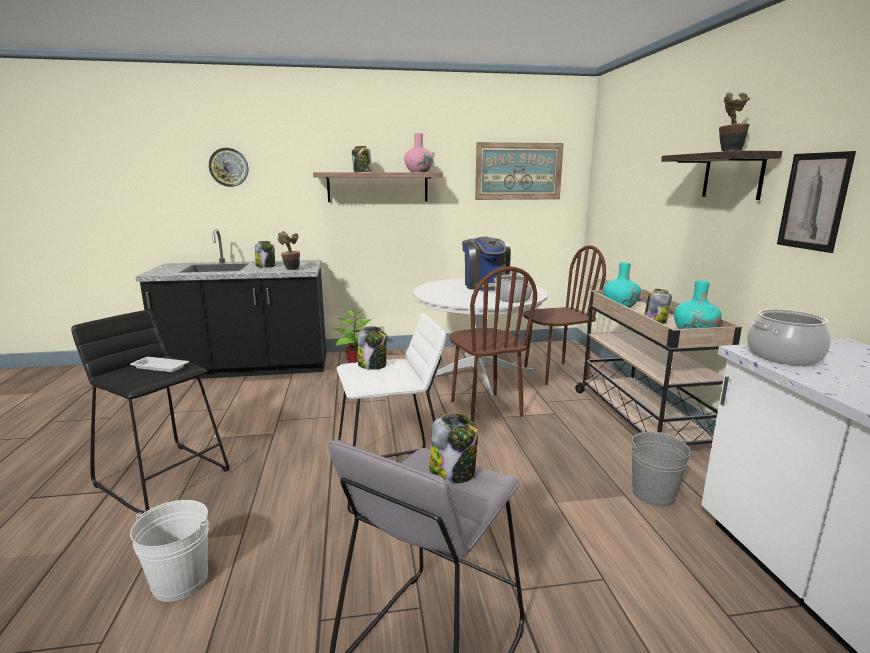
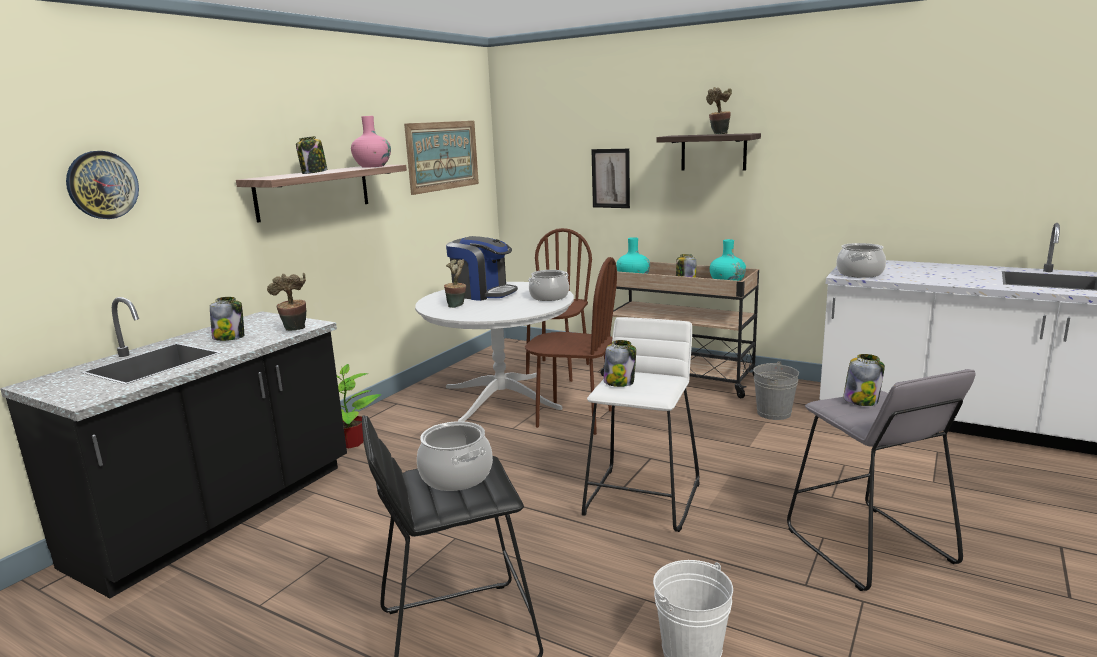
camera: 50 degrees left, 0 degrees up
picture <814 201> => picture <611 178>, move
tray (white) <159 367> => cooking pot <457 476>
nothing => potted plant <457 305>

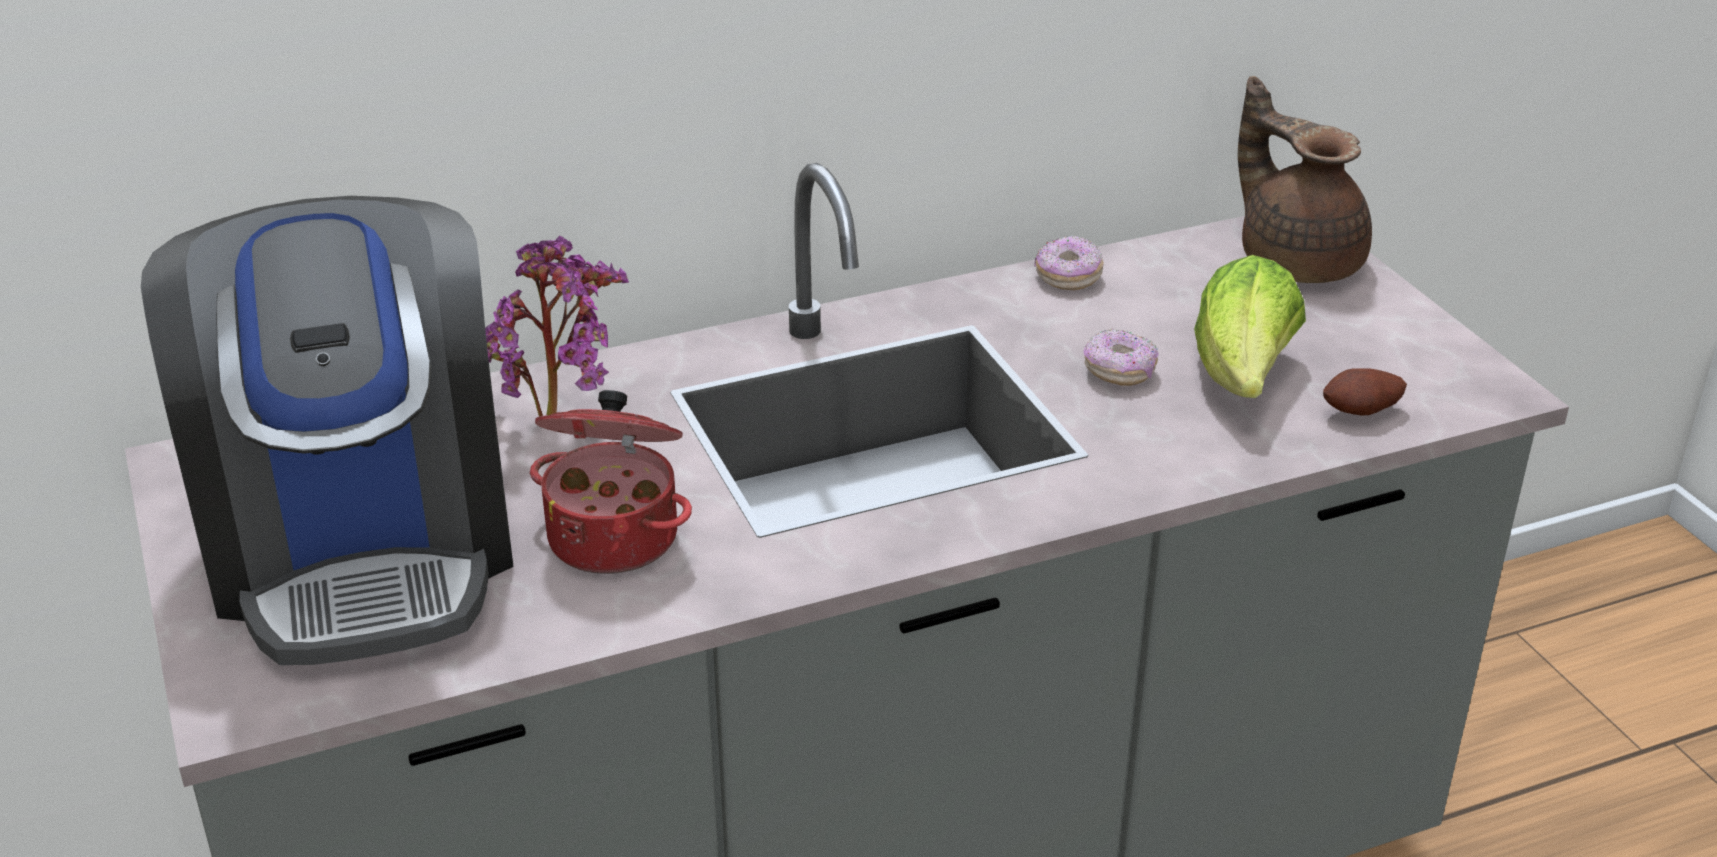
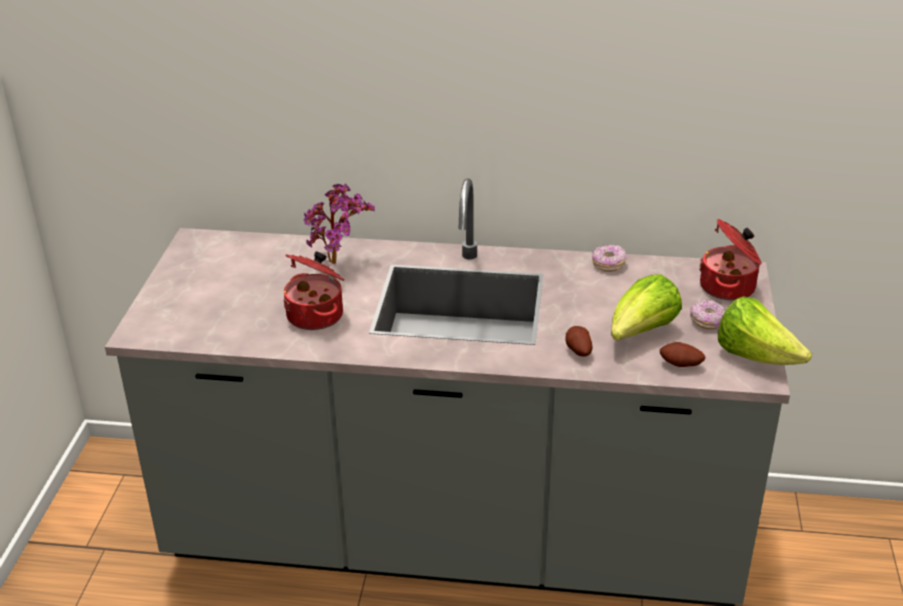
camera: 30 degrees right, 0 degrees up
teapot (brown) <1297 259> => cooking pot <729 287>
coffee machine <363 545> => nothing
donut <1119 372> => donut <707 322>, move
nothing => lettuce <756 356>
nothing => potato <577 351>

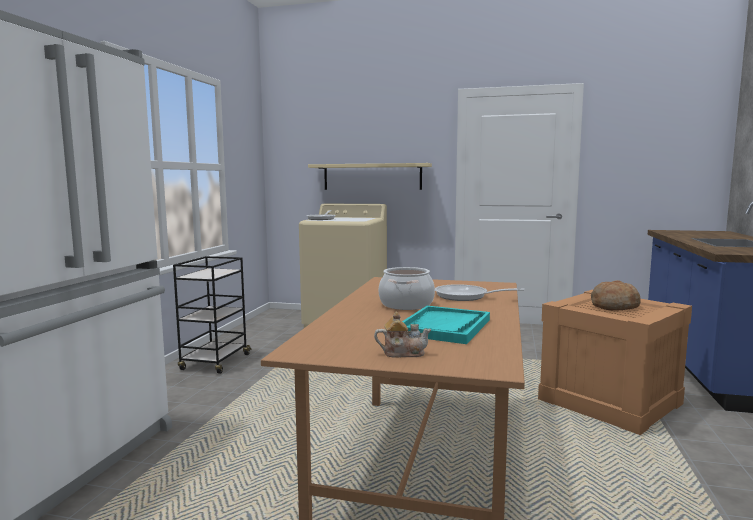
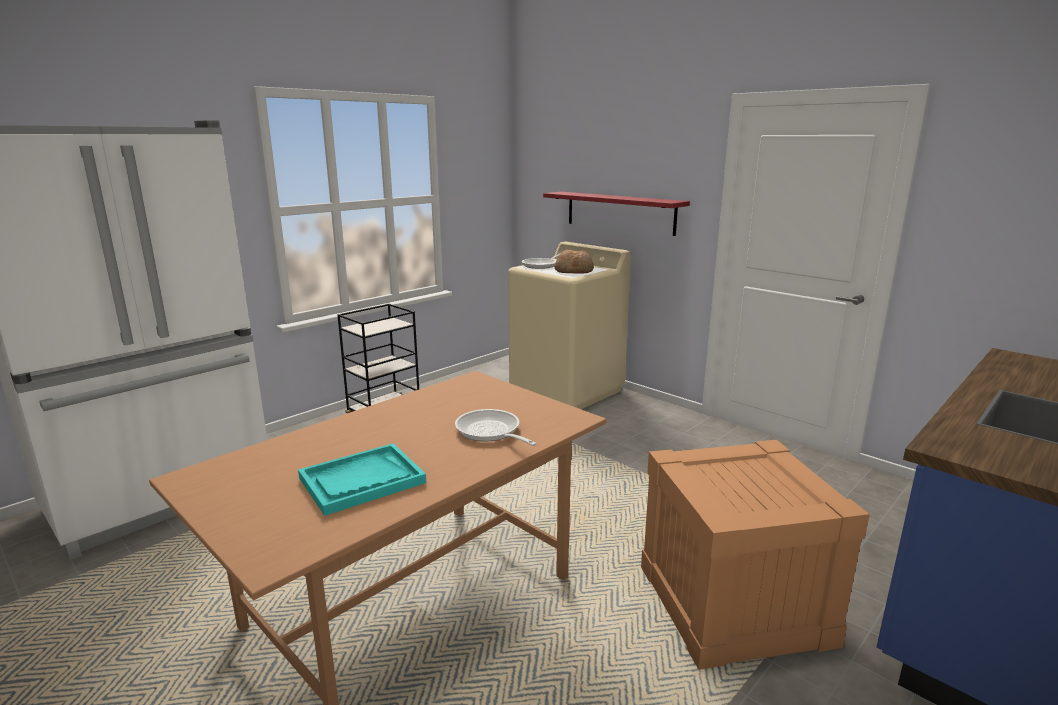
camera: 30 degrees right, 10 degrees up
shelf (beige) <372 176> => shelf (red) <619 212>
cooking pot <406 304> => nothing
bread <614 306> => bread <574 271>, move
teapot <402 353> => nothing

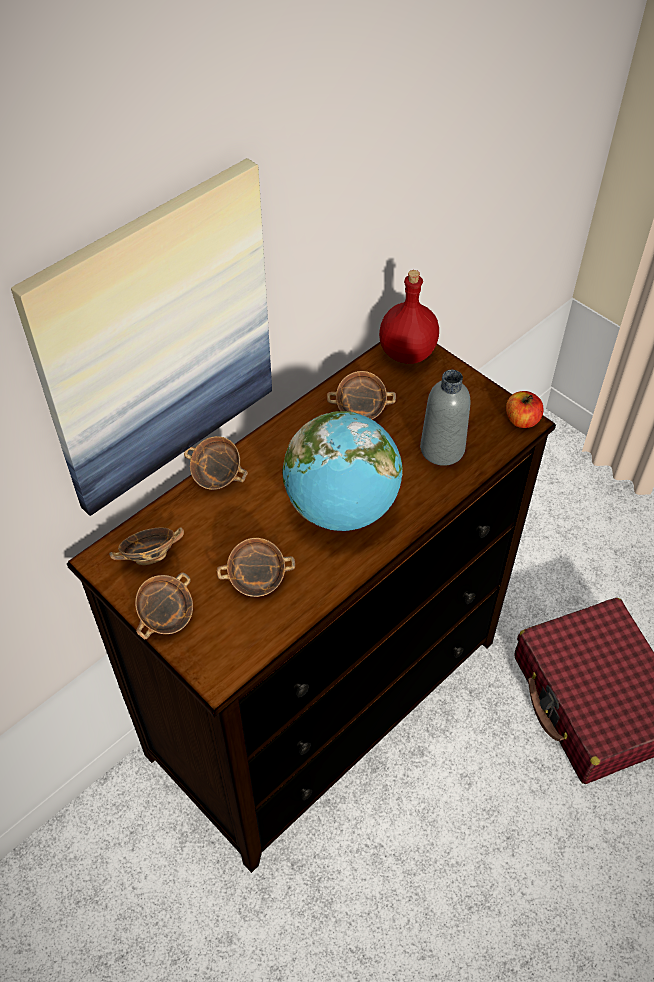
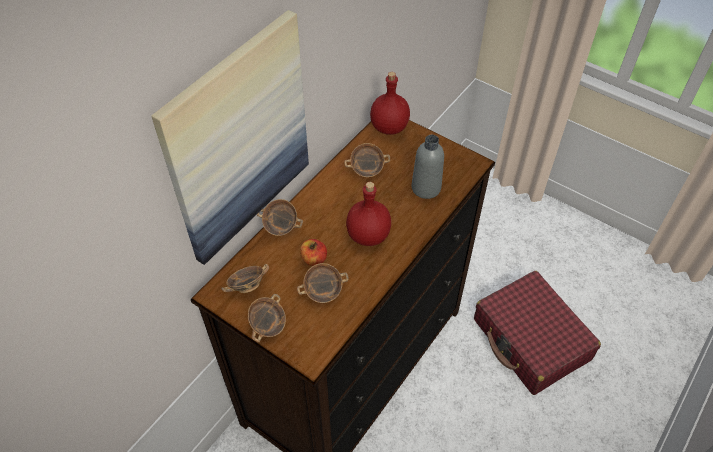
camera: 10 degrees left, 0 degrees up
apple <522 420> => apple <314 259>, move
globe <342 508> => bottle (red) <369 236>

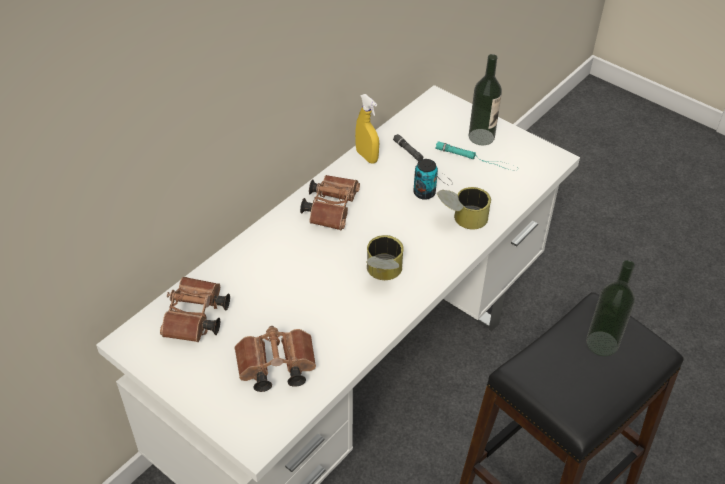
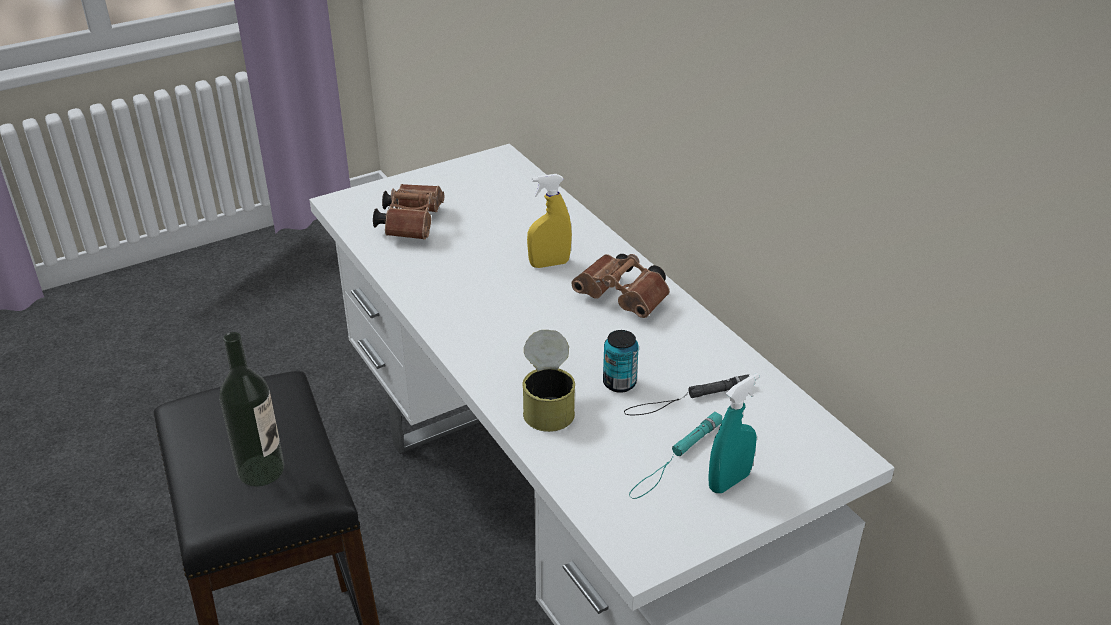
camera: 110 degrees right, 10 degrees down
bottle <481 137> => spray bottle (turquoise) <729 481>
spray bottle (yellow) <367 156> => spray bottle (yellow) <549 264>, move
can <383 275> => nothing
binoculars (brown) <196 320> => nothing

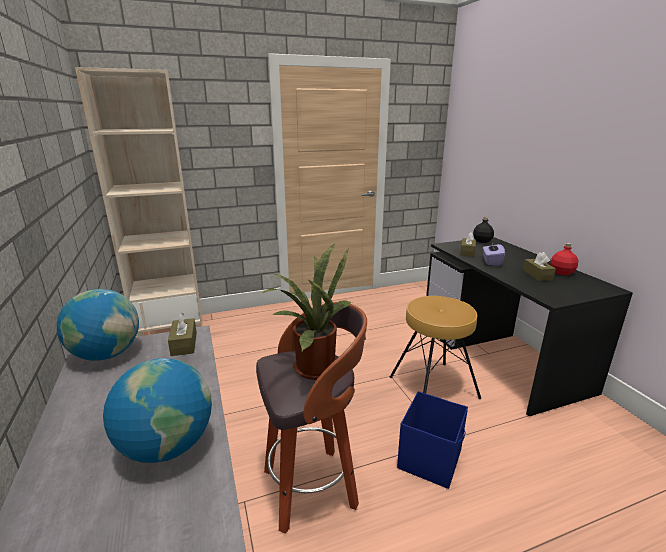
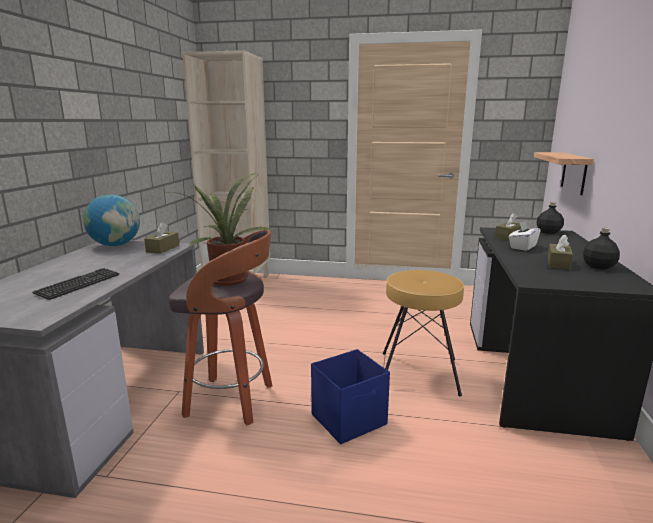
camera: 30 degrees right, 5 degrees down
tissue box (purple) <491 261> => tissue box (white) <522 247>
bottle (red) <561 272> => bottle (black) <598 266>
globe <167 446> => keyboard <78 285>
nothing => shelf <574 173>

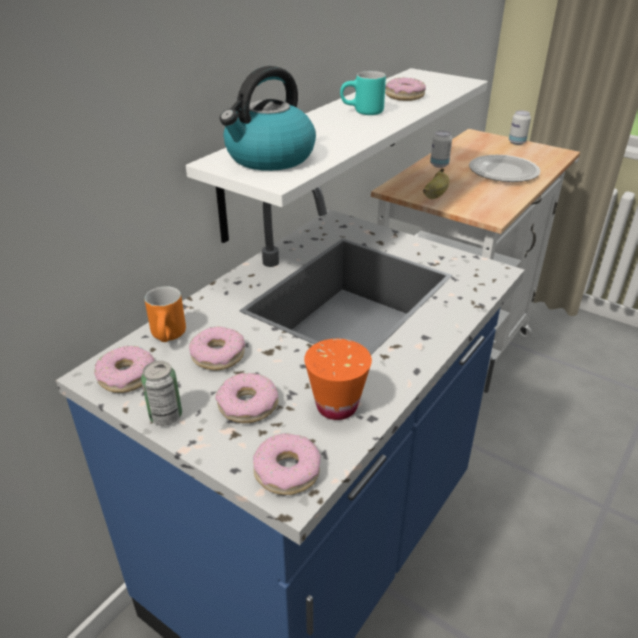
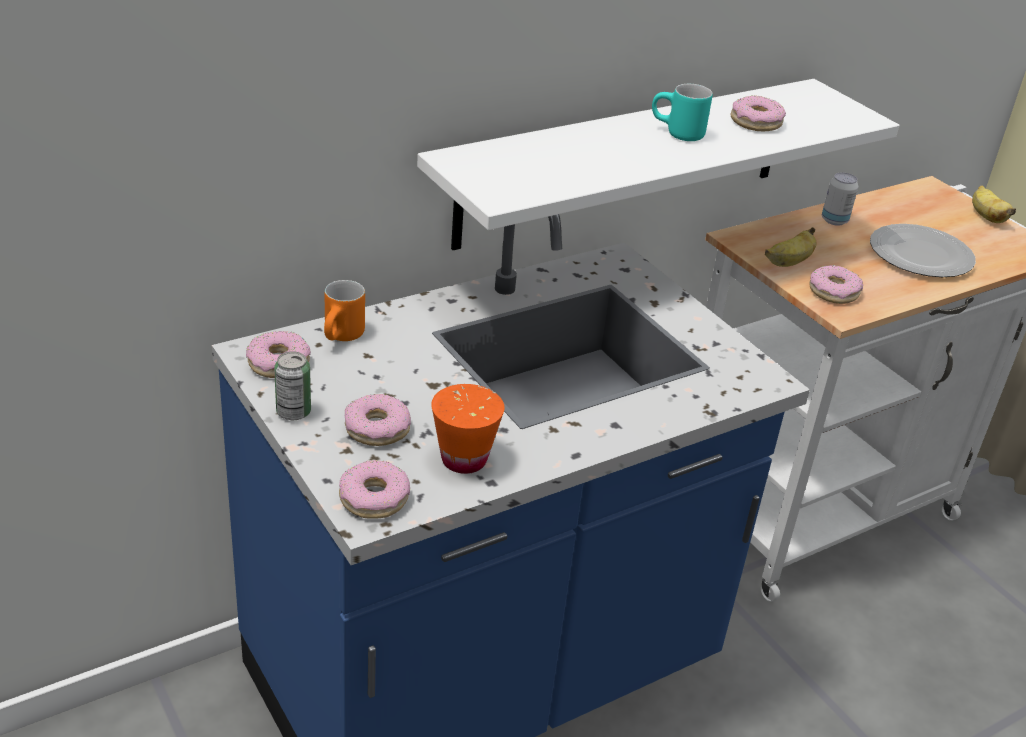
camera: 20 degrees right, 0 degrees up
kettle <269 158> => nothing
can <517 142> => banana <986 216>
donut <218 355> => donut <833 292>, move

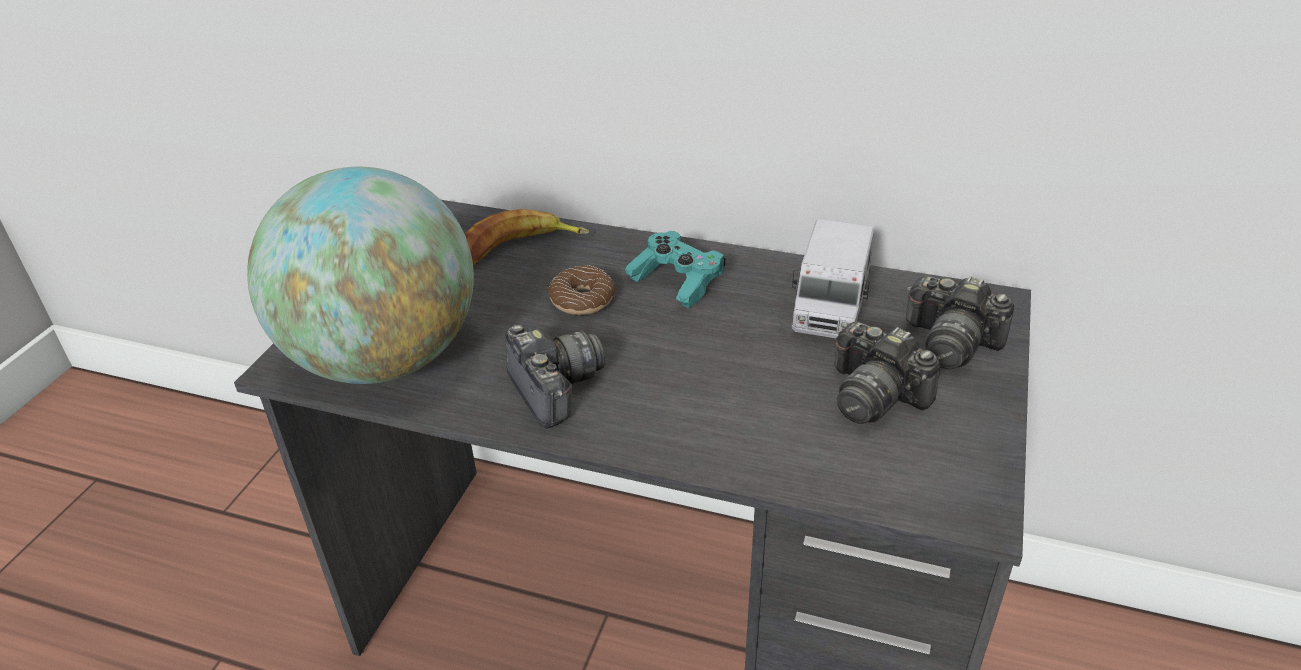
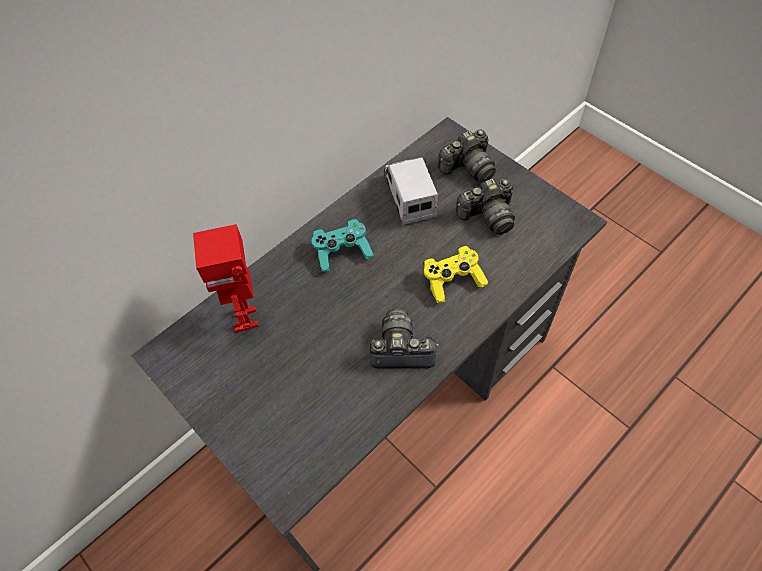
camera: 60 degrees left, 20 degrees up
globe <384 359> => nothing
banana <518 249> => toy robot <248 318>
toy truck <830 306> => toy truck <410 197>, 150 degrees counterclockwise
donut <582 300> => nothing
nothing => game controller (yellow) <453 280>

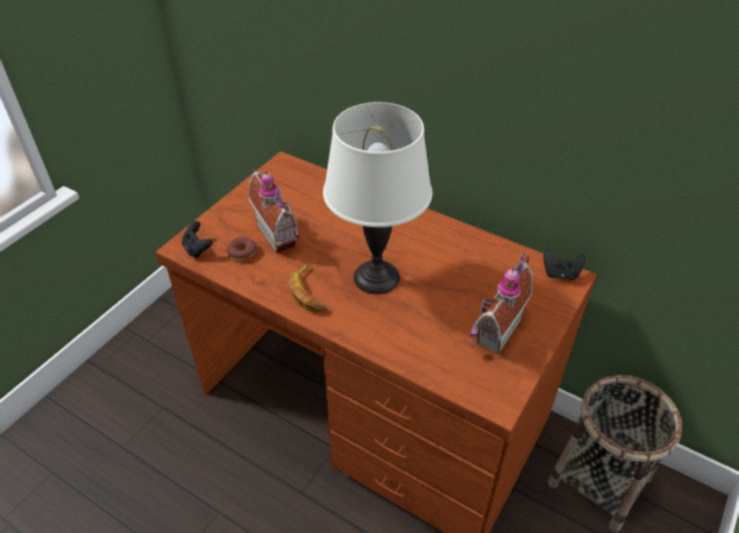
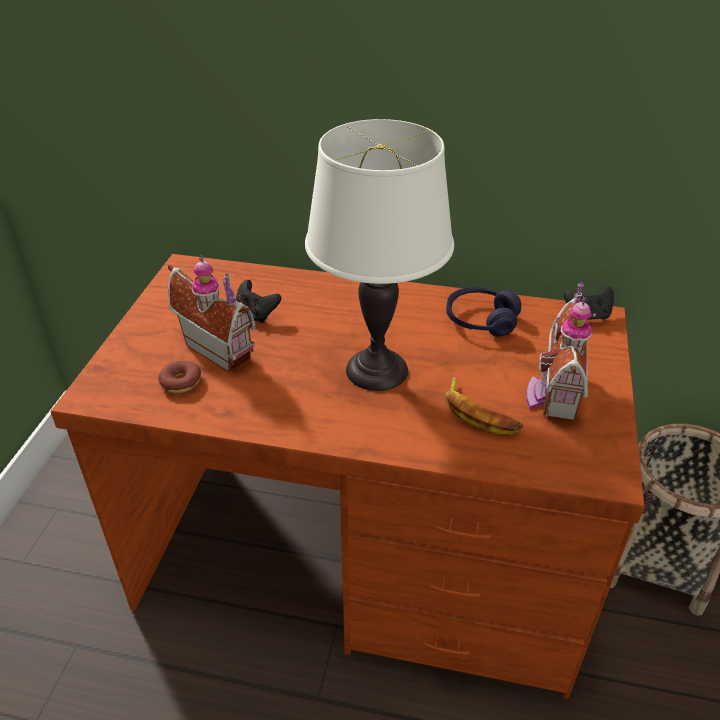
camera: 20 degrees left, 5 degrees down
game controller (black) <197 249> => game controller (black) <256 314>, move
banana <308 292> => banana <479 413>, move
nothing => headphones (purple) <481 320>

